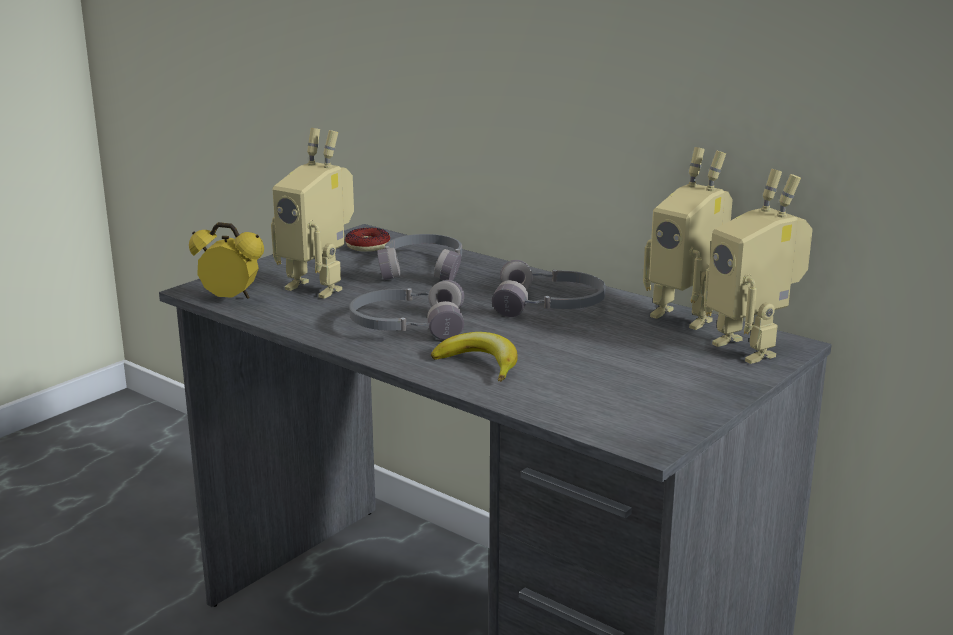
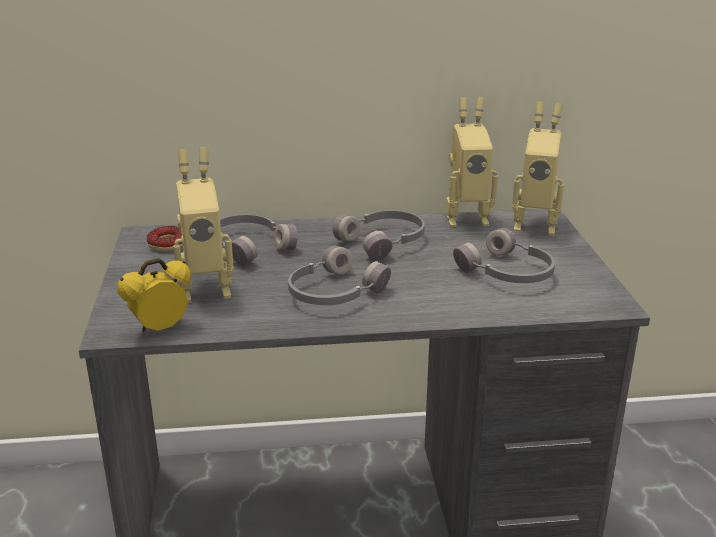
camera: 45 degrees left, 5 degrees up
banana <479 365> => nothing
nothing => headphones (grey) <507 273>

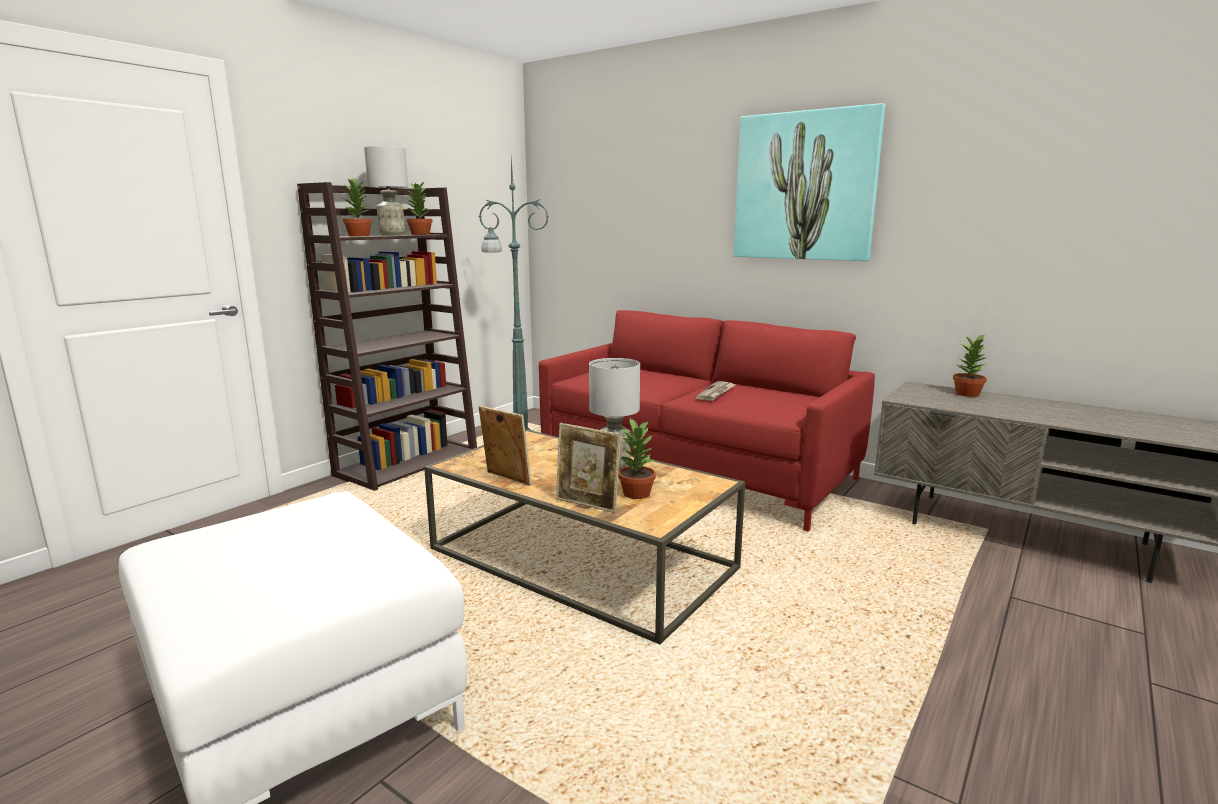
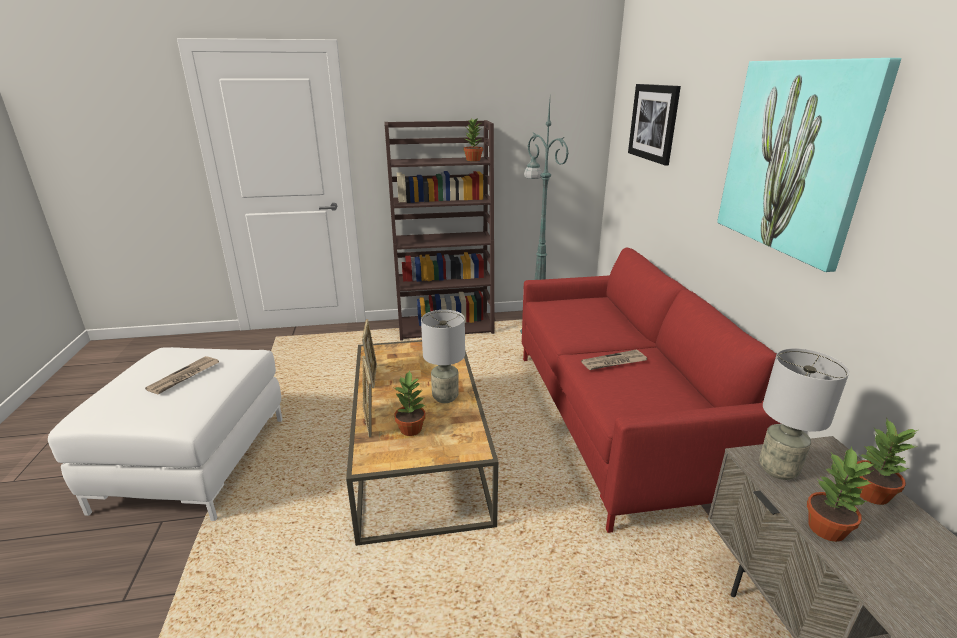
camera: 45 degrees right, 10 degrees up
table lamp (grey) <391 235> => table lamp (grey) <777 469>, move
potted plant <359 236> => potted plant <827 528>, move
nothing => picture <654 122>
nothing => newspaper <184 377>

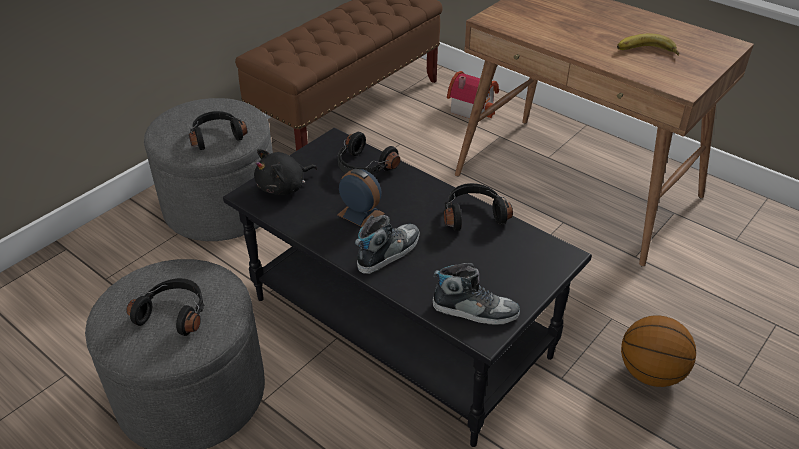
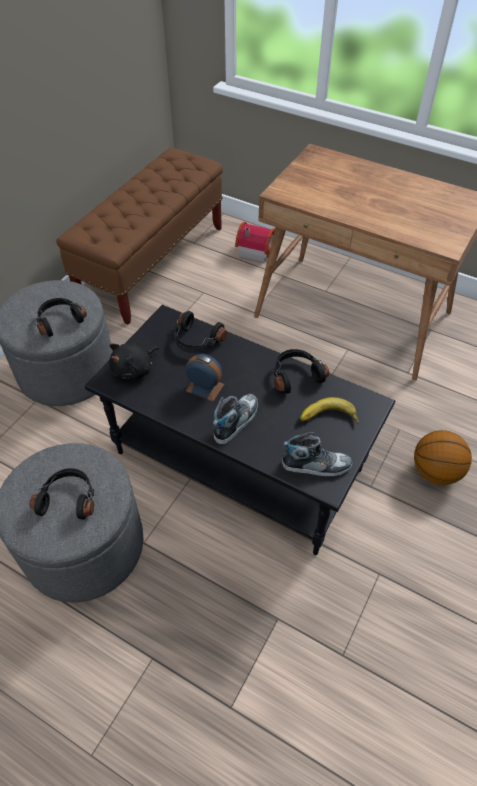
camera: 10 degrees left, 10 degrees up
banana <646 52> => banana <328 419>, move

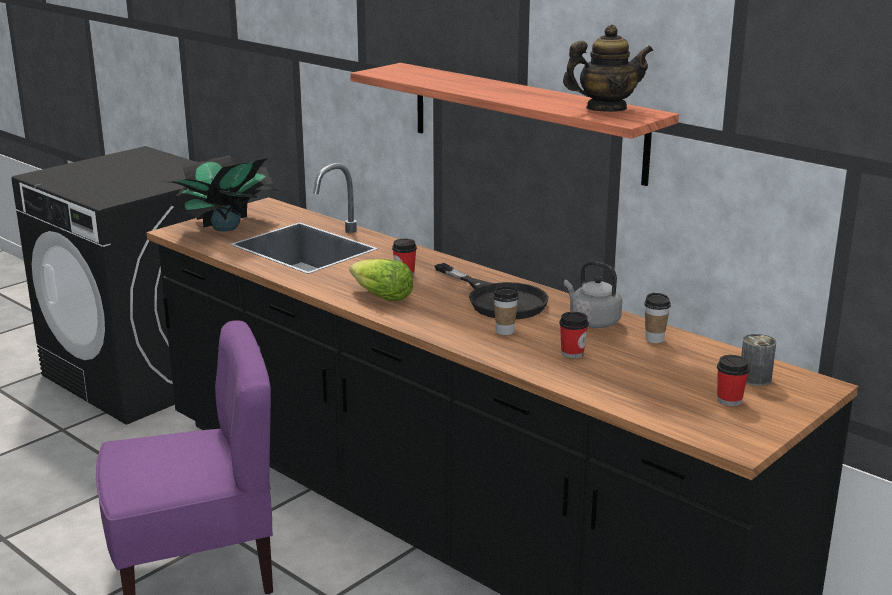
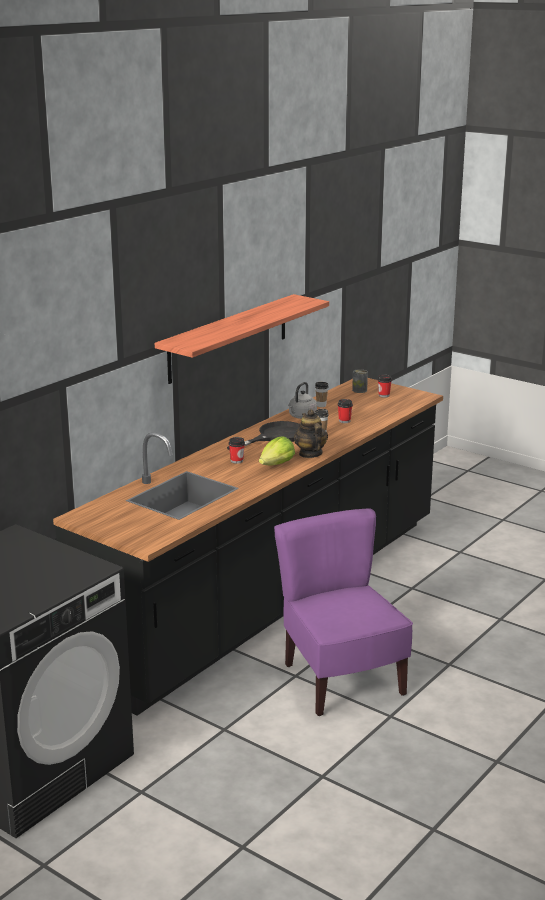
camera: 95 degrees left, 0 degrees up
teapot <605 109> => teapot <310 454>, move
potted plant <224 228> => nothing

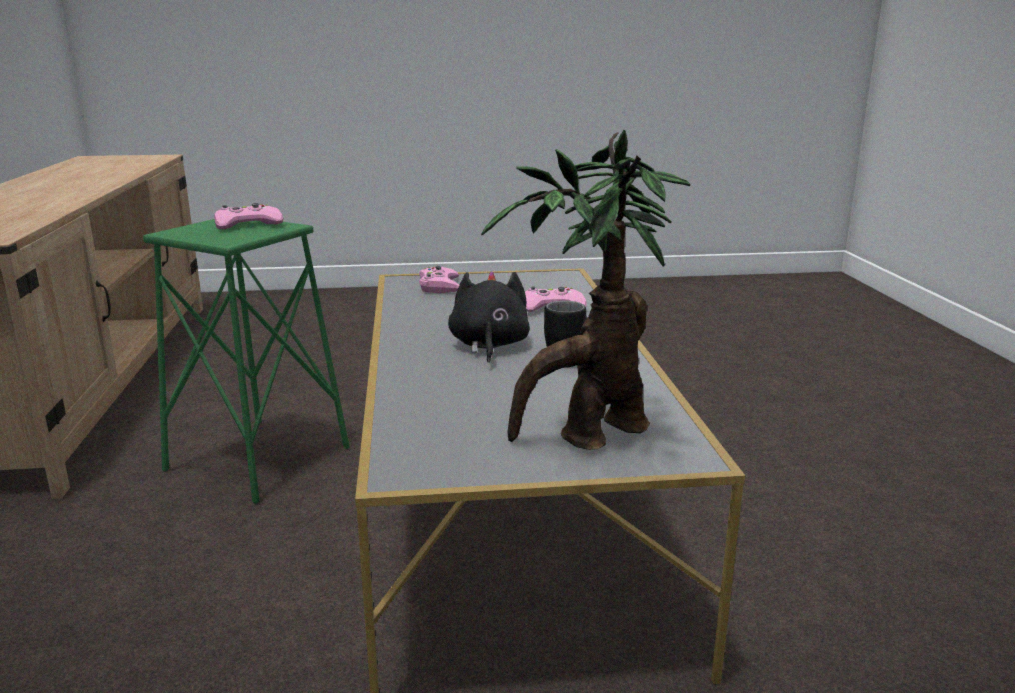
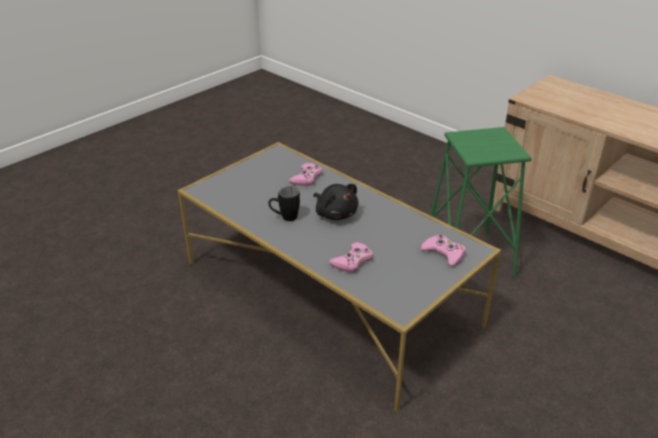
camera: 140 degrees right, 15 degrees up
potted plant <590 436> => nothing
game controller (pink) <247 225> => game controller (pink) <306 178>, move

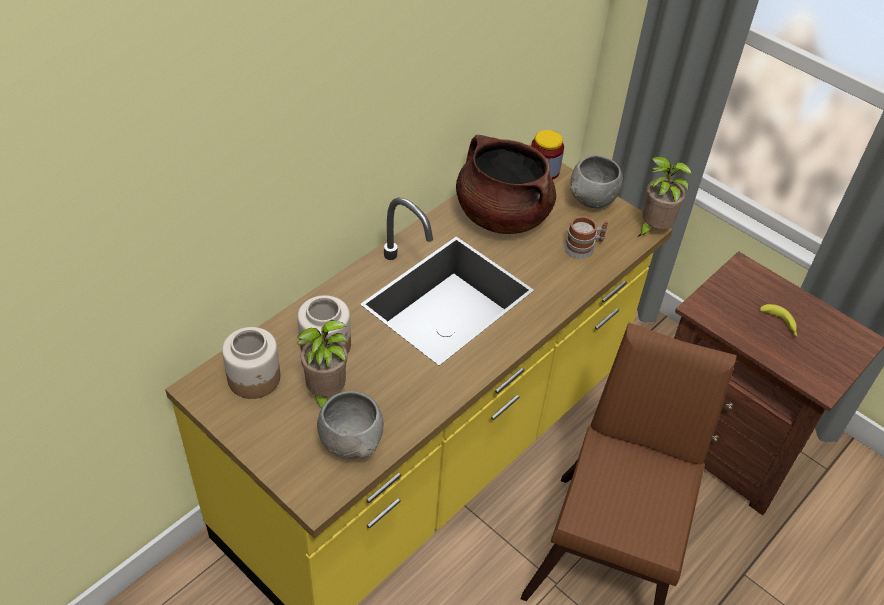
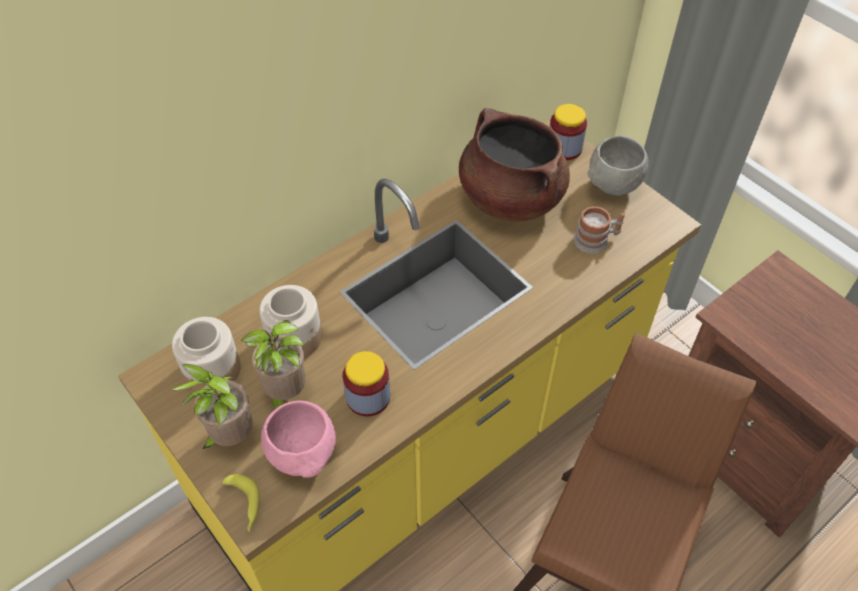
camera: 10 degrees right, 5 degrees up
potted plant <653 229> => potted plant <230 436>, move
banana <780 324> => banana <244 505>, move
bowl (grey) <351 445> => bowl (pink) <303 457>
nothing => jar <368 397>

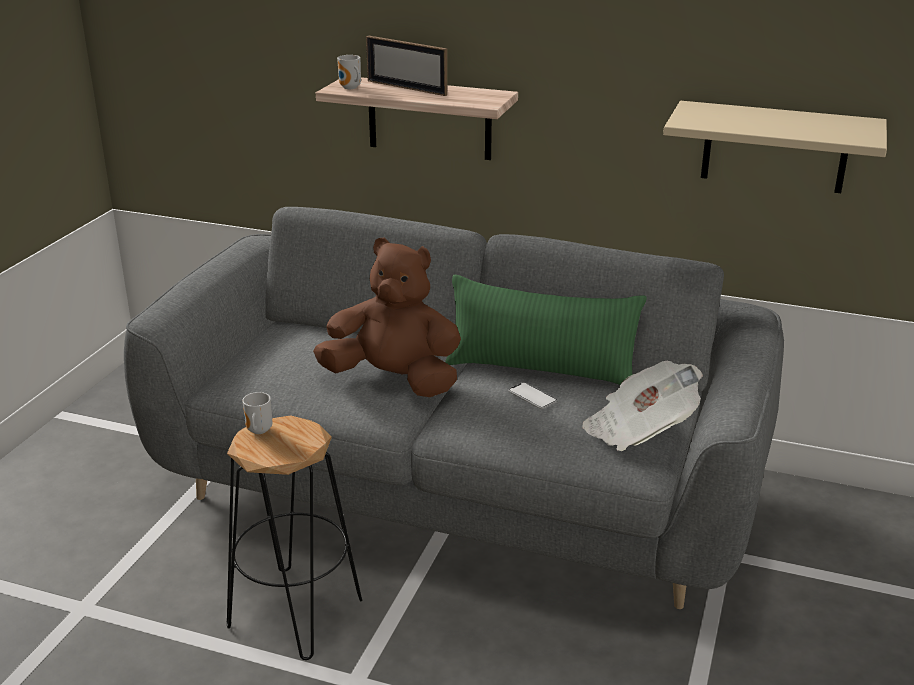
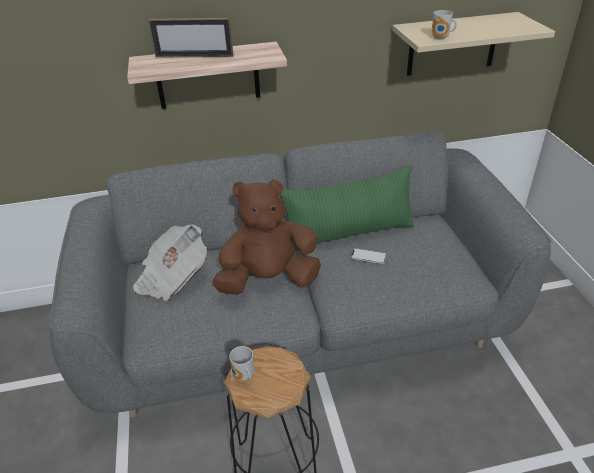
camera: 30 degrees left, 10 degrees up
mug <350 88> => mug <441 38>, move
newspaper <639 430> => newspaper <172 277>, move

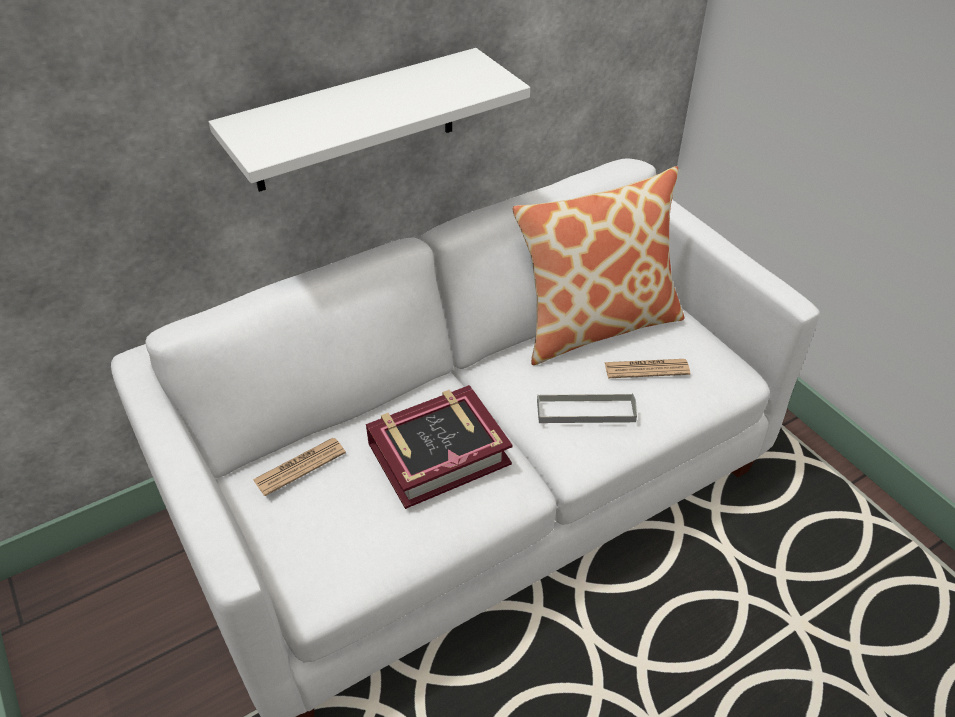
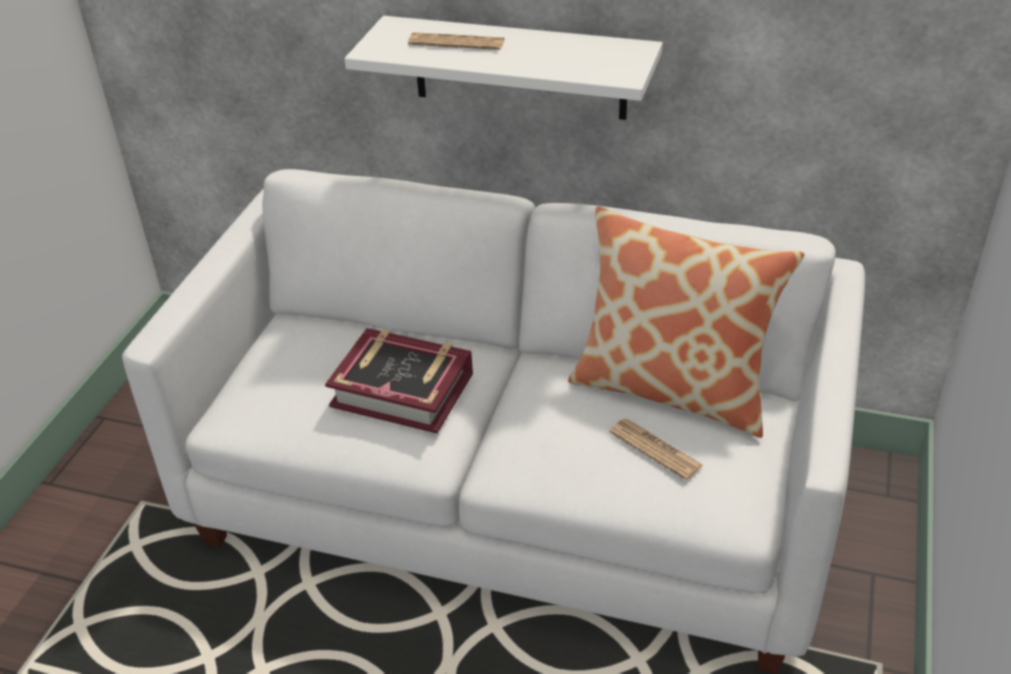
camera: 50 degrees right, 5 degrees down
tray (grey) <585 411> => nothing
newspaper <300 466> => newspaper <456 43>, move

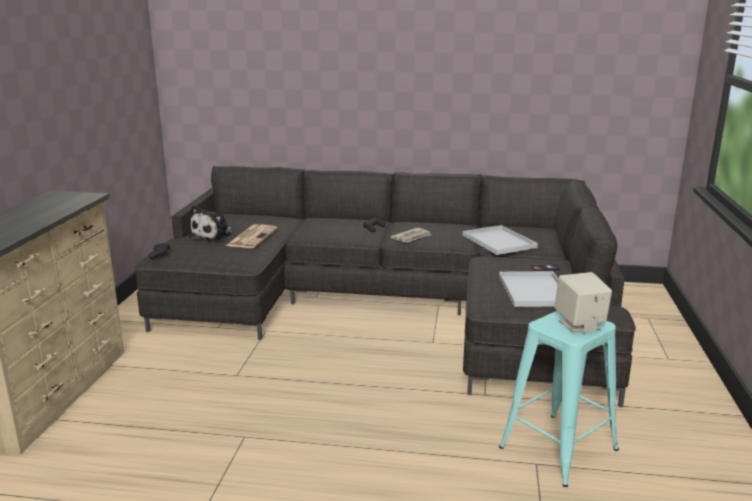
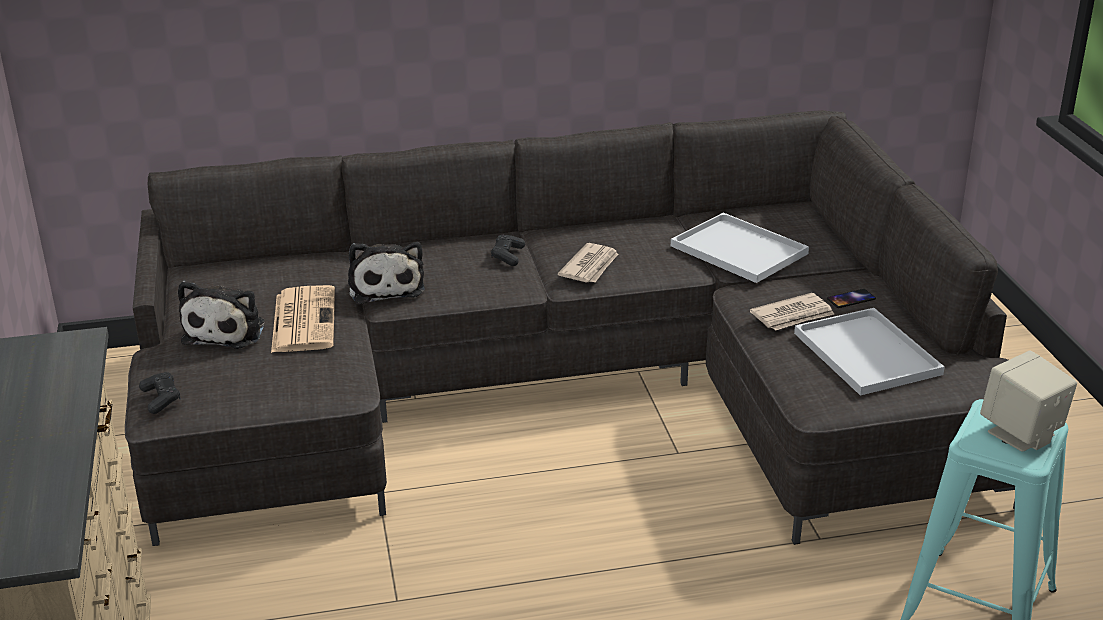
camera: 20 degrees left, 10 degrees up
nothing => plush toy <386 286>
nothing => newspaper <793 315>

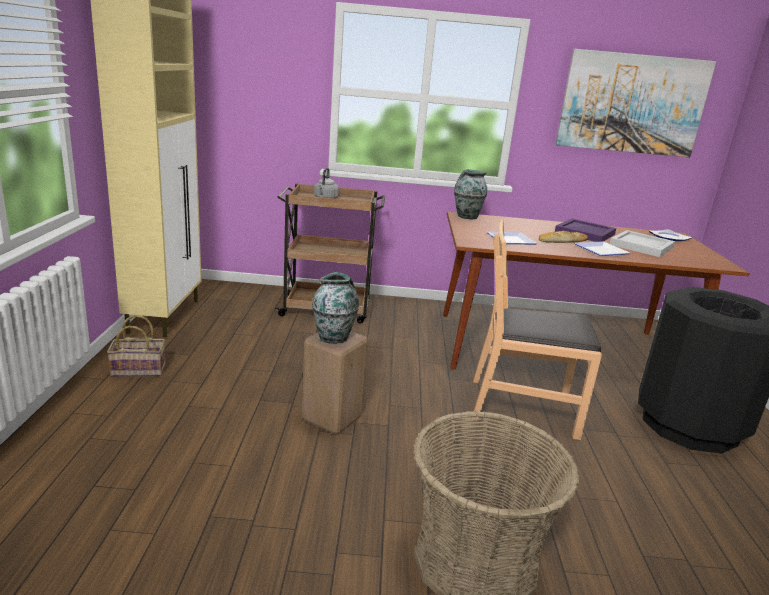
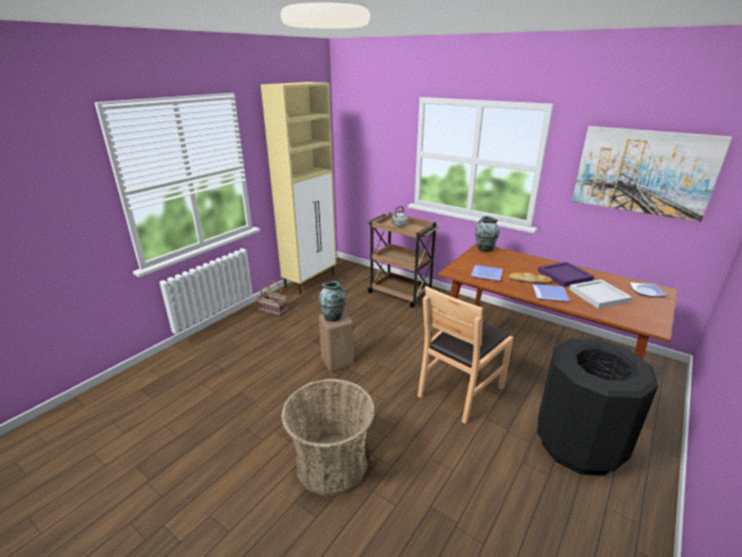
camera: 35 degrees right, 5 degrees up
chair (brown) <523 406> => chair (brown) <460 390>, 90 degrees counterclockwise

